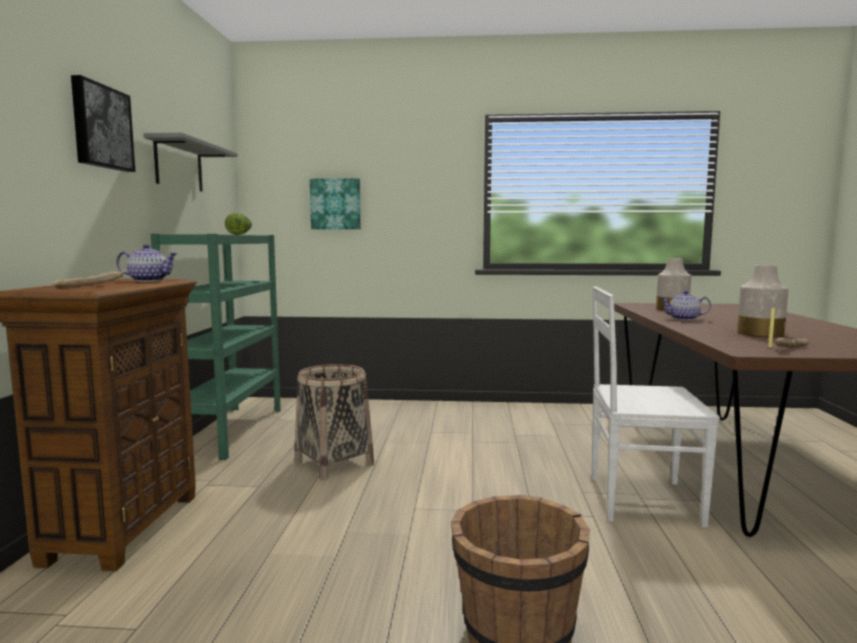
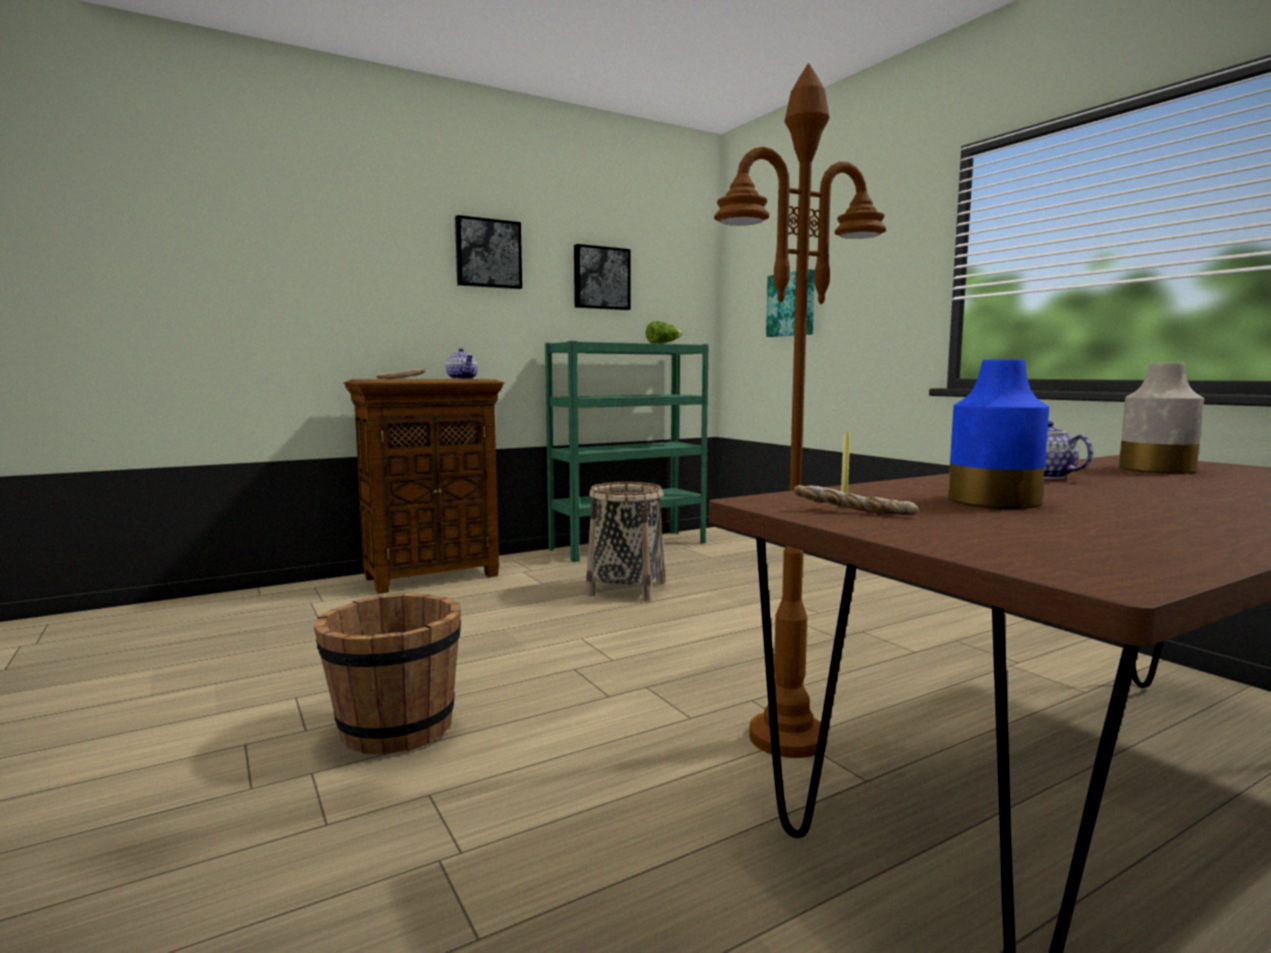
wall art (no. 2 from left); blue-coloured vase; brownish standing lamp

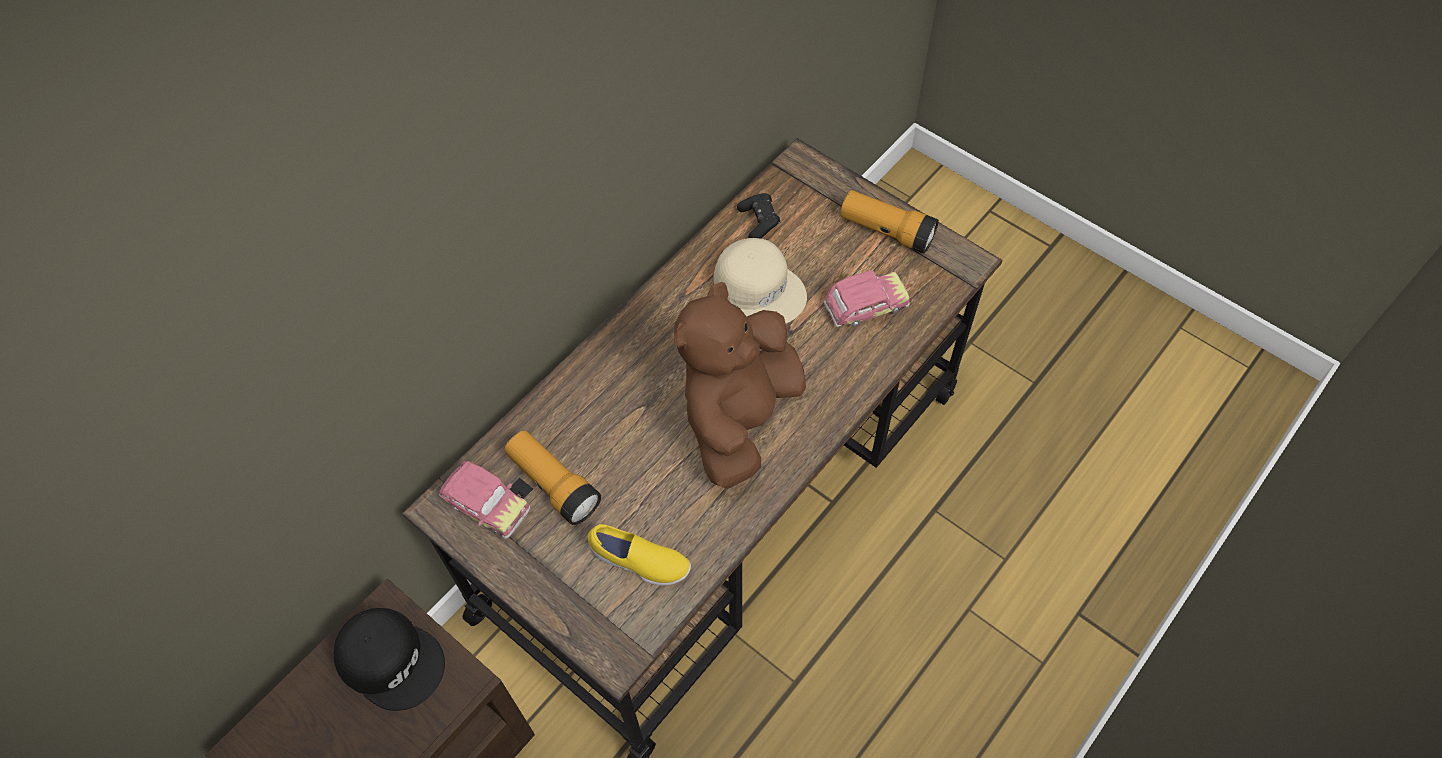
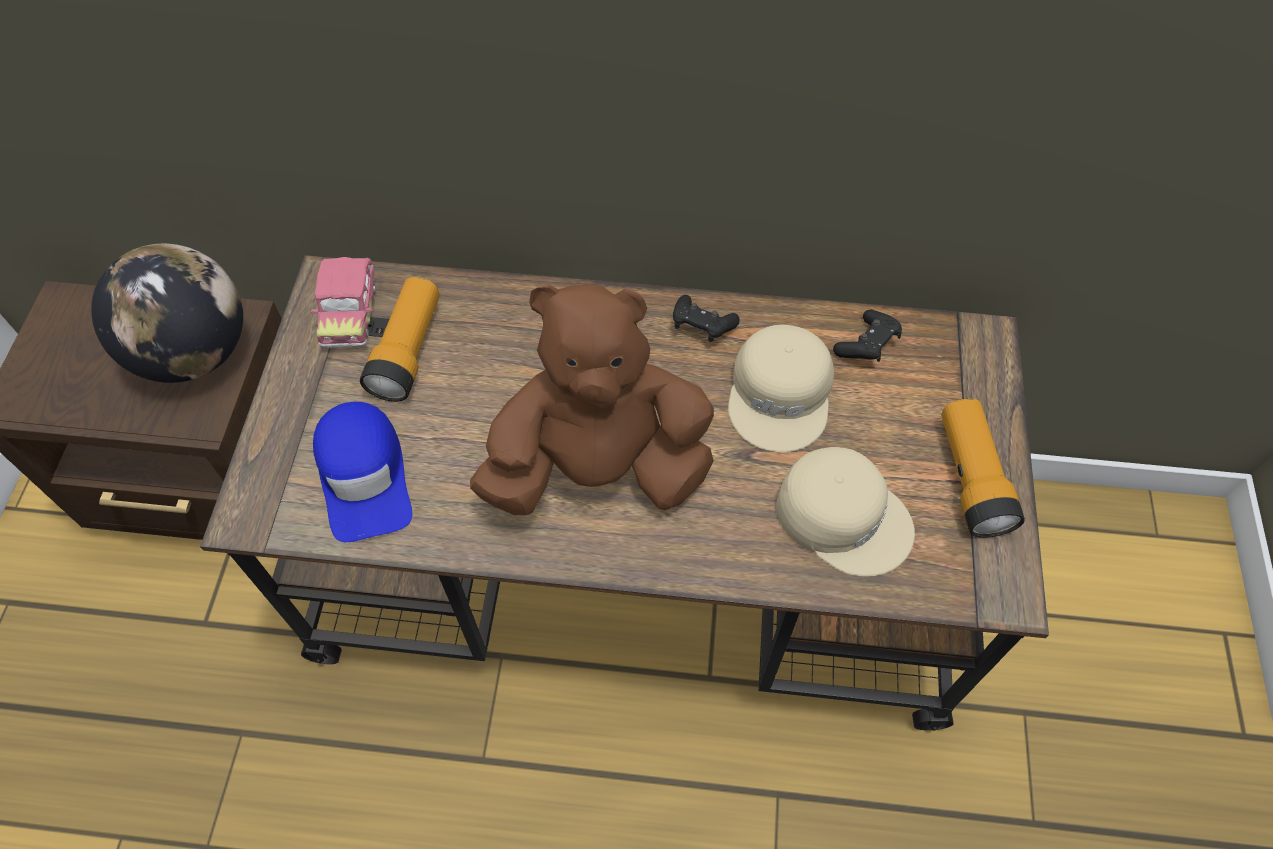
beige peaked cap (no. 2 from left); blue-coloured peaked cap; globe; blackish joypad (no. 1 from left)

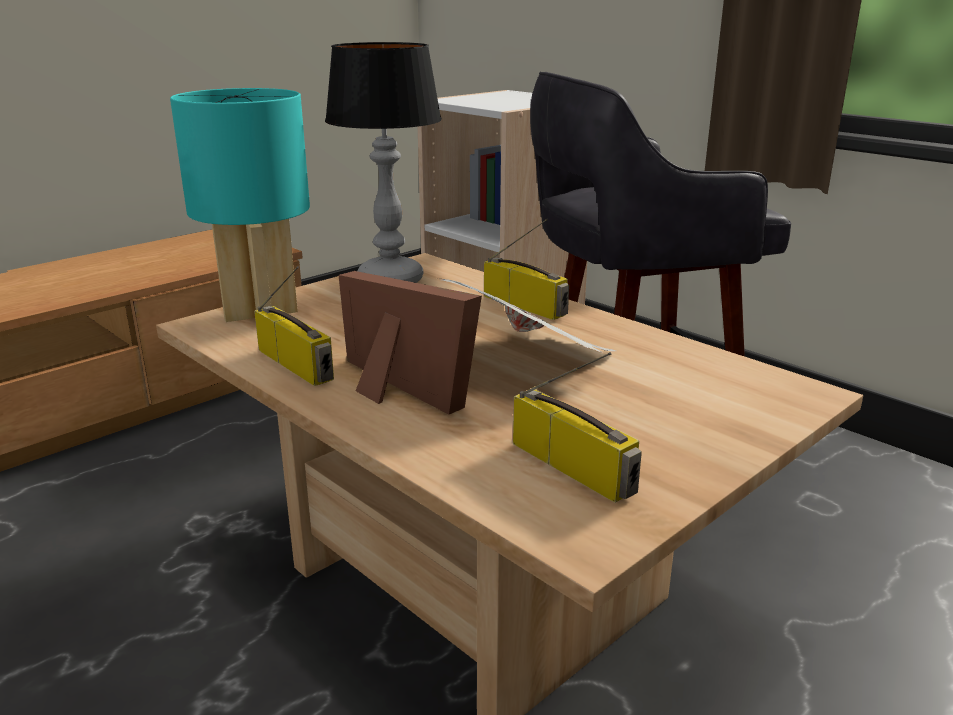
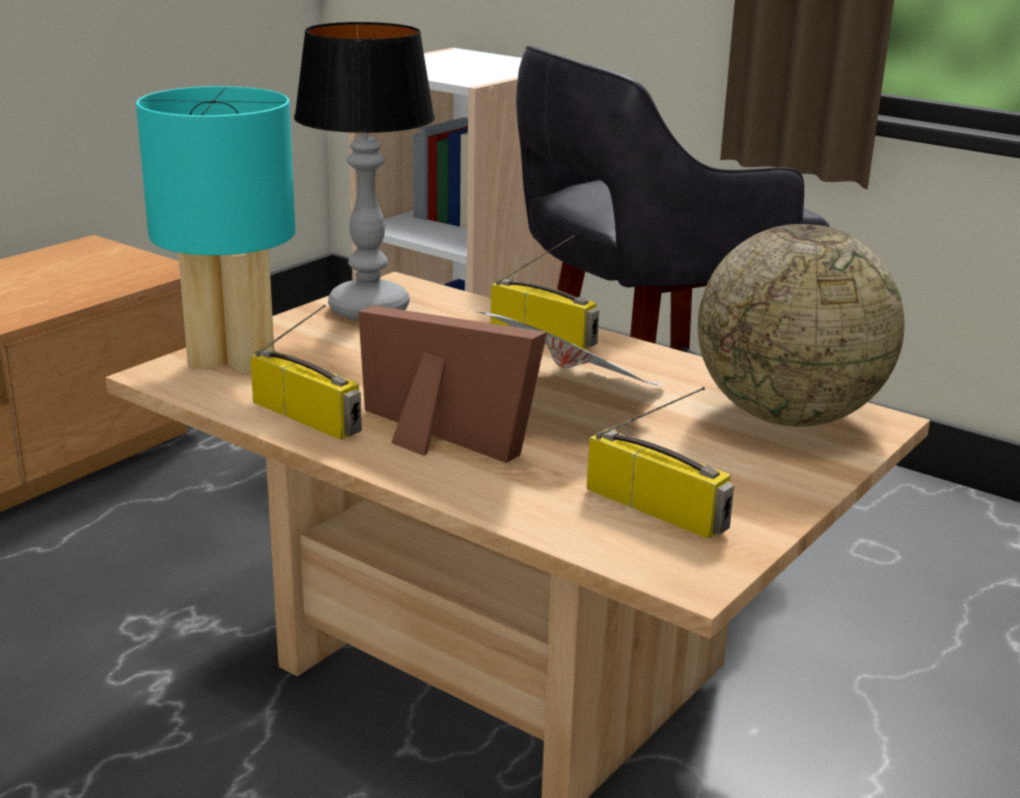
globe

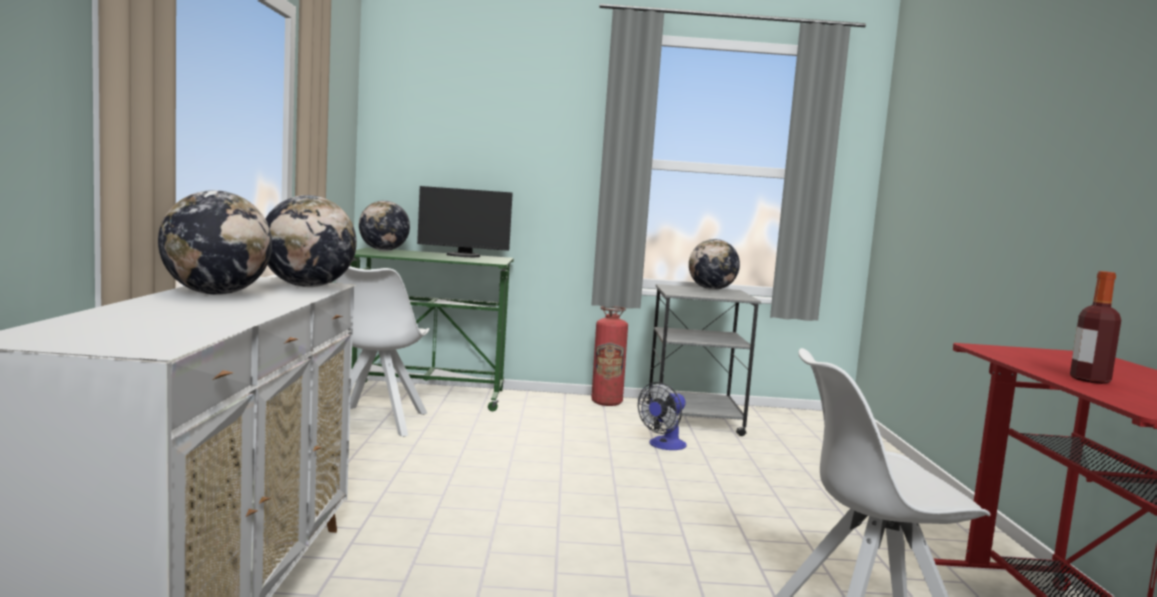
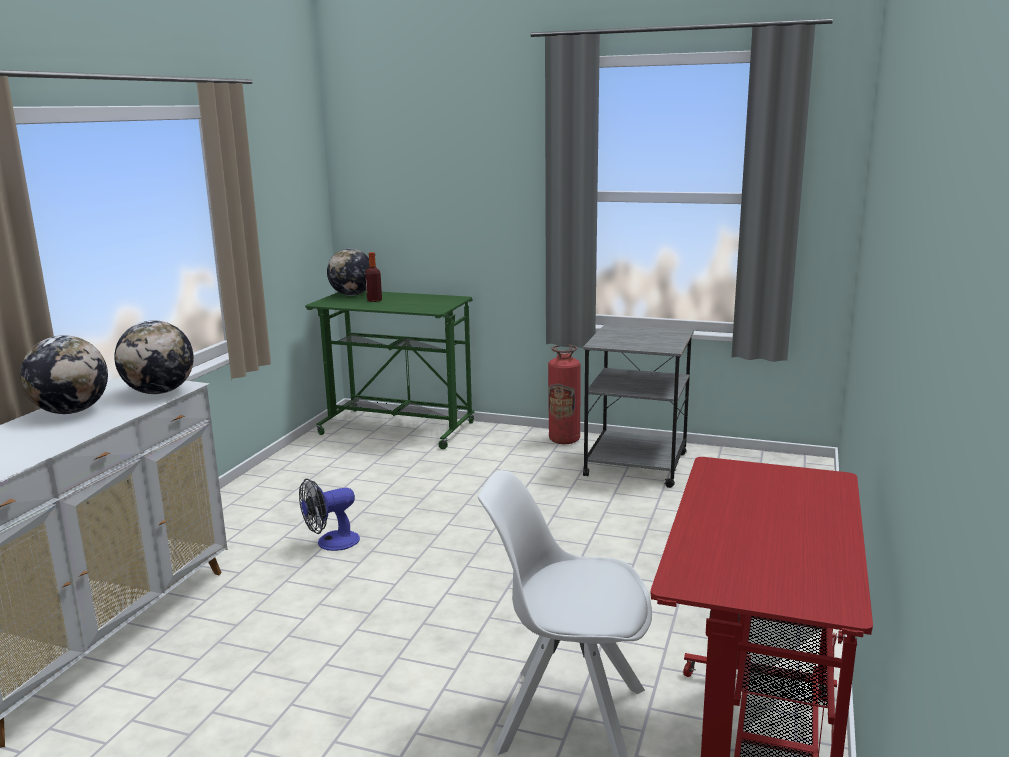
monitor; globe (no. 4 from left in the first image); white-coloured plain chair (no. 1 from left in the first image); beverage bottle; electric fan

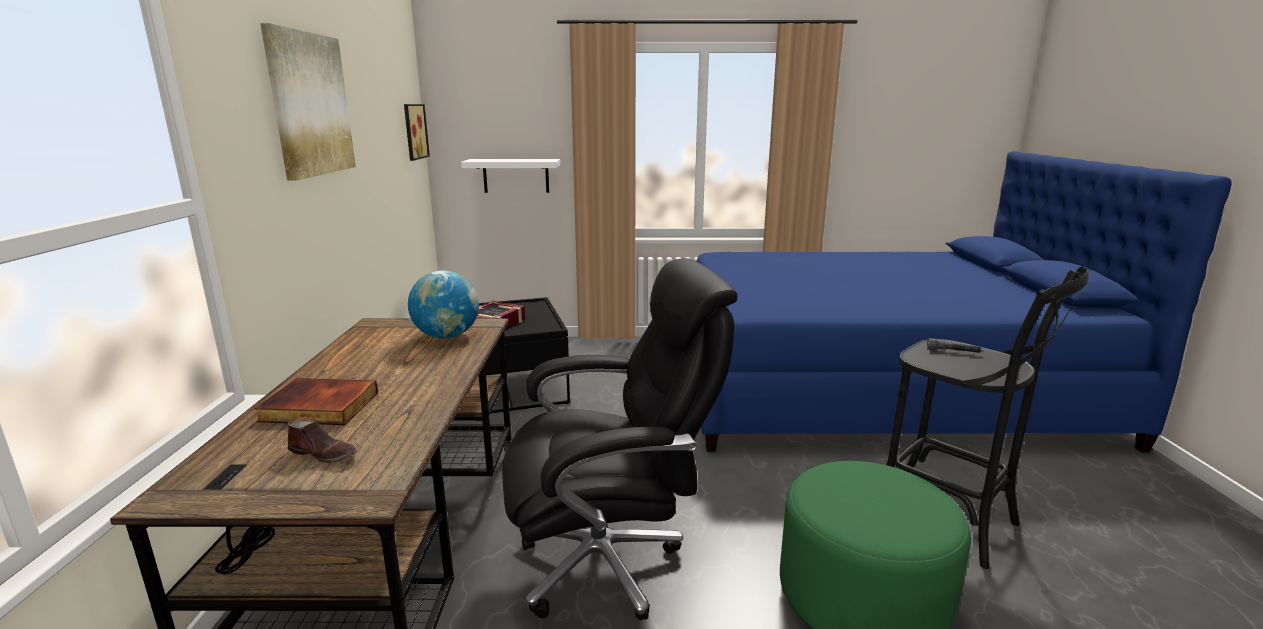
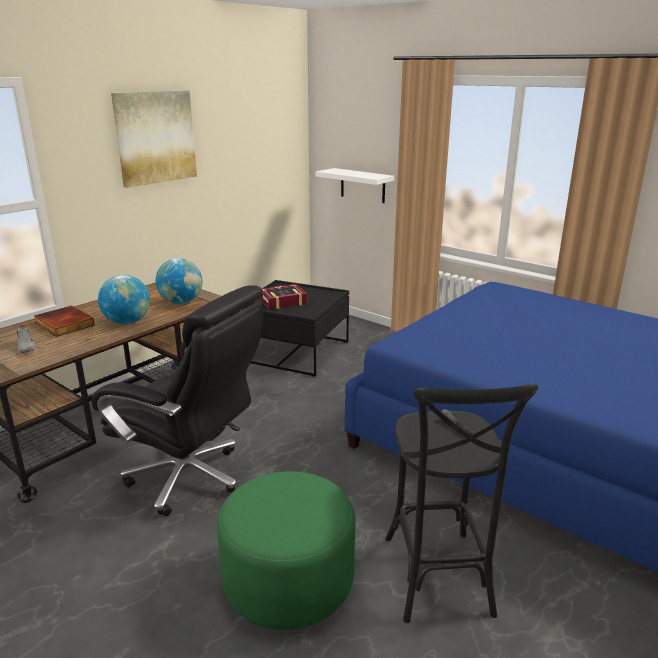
wall art (no. 2 from left in the first image); greyish low shoe; globe (no. 1 from left)

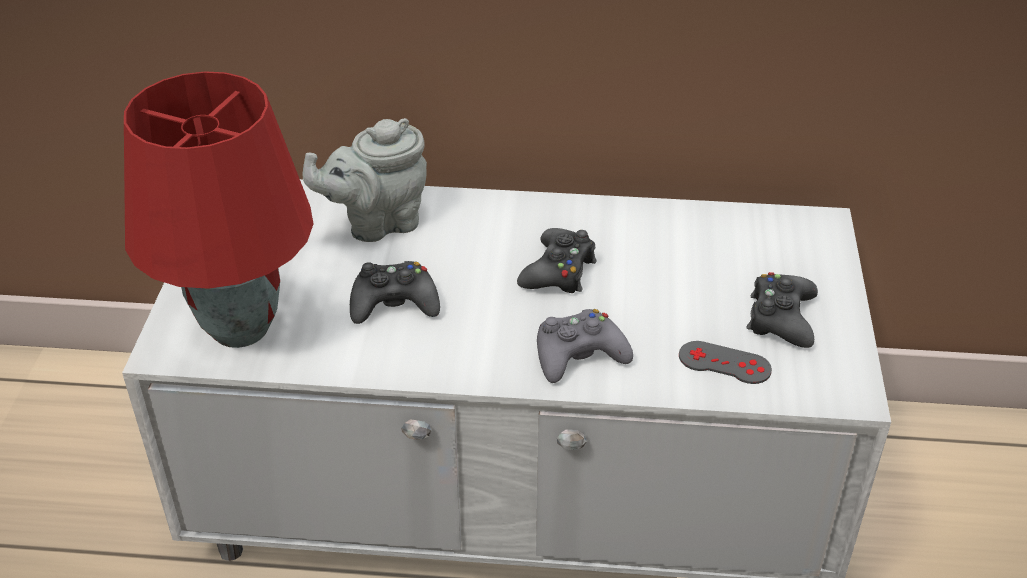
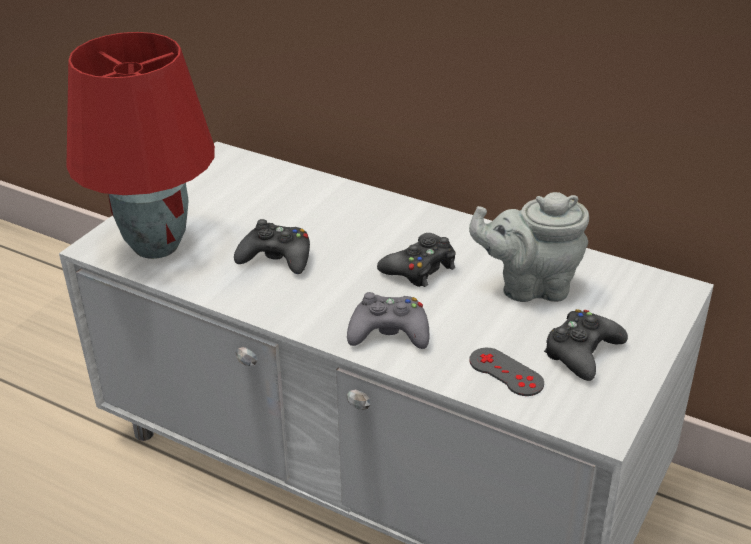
greyish teapot

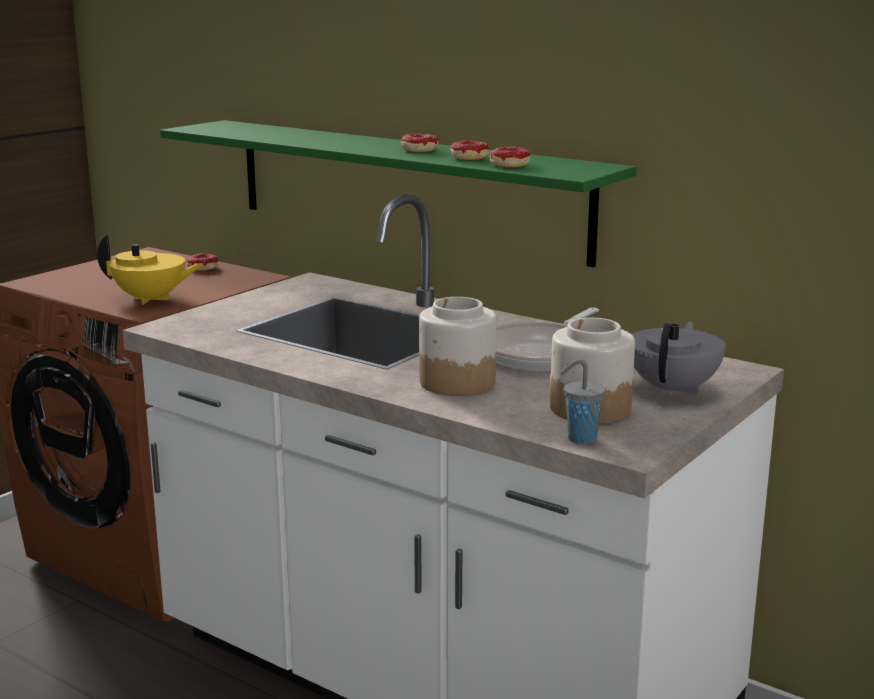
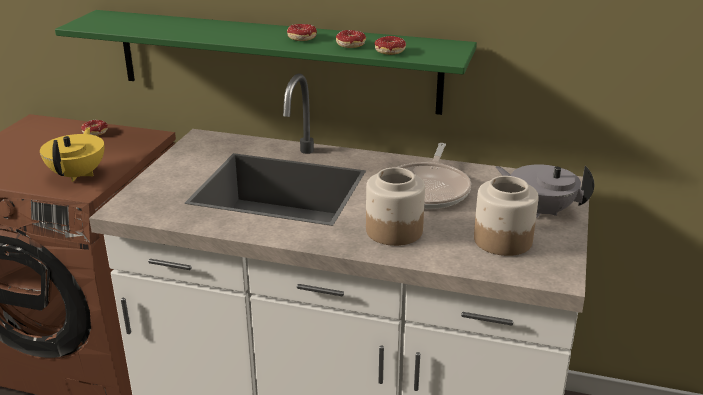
yellowish teapot; greyish teapot; greyish small cup

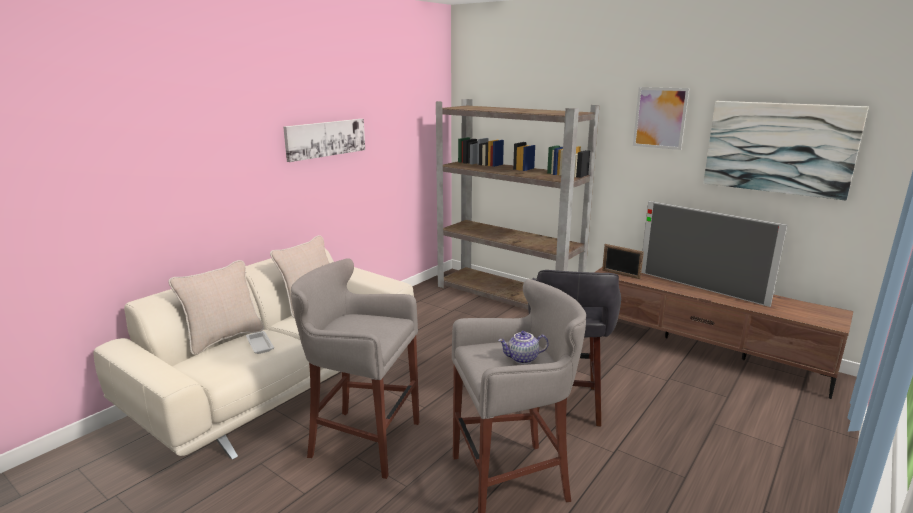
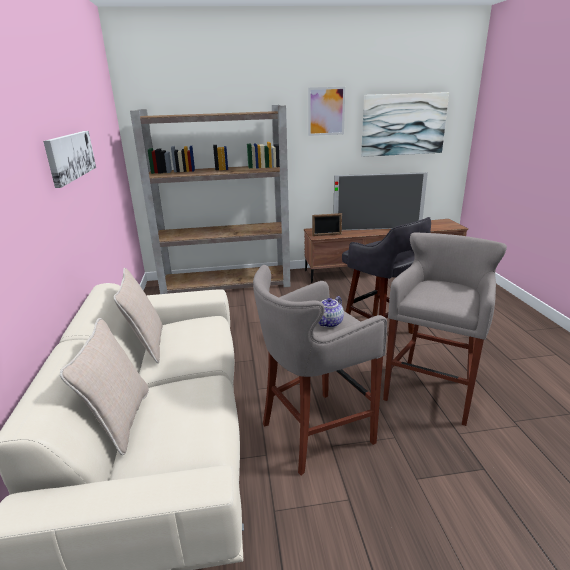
white-coloured serving tray; teapot

